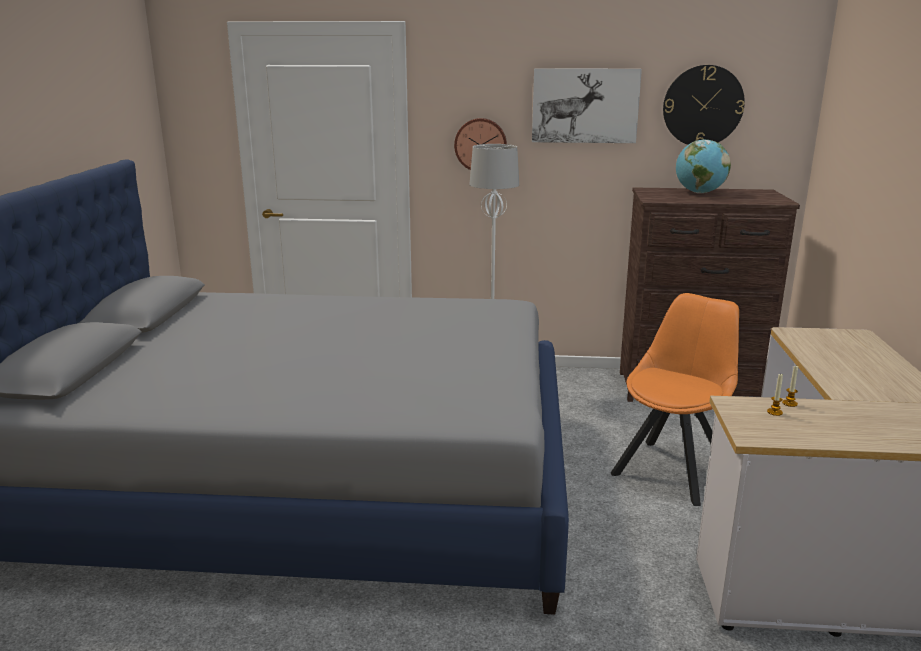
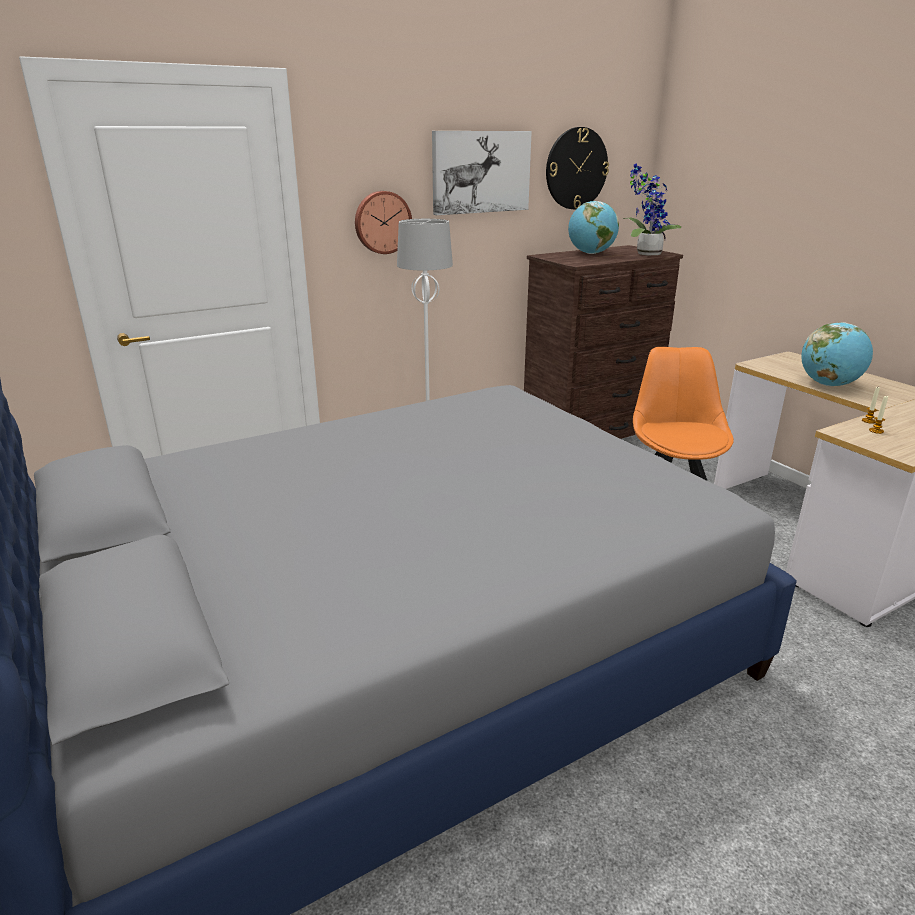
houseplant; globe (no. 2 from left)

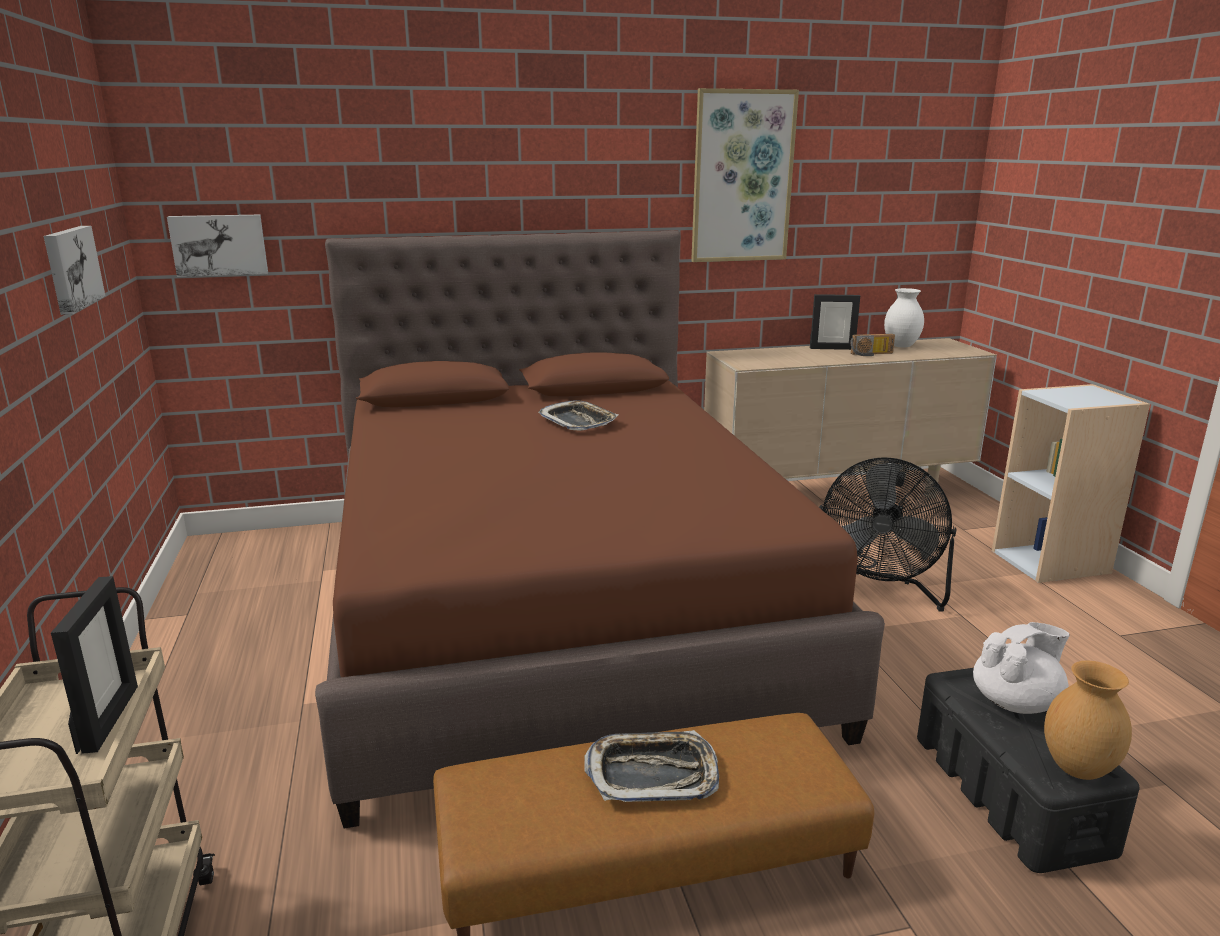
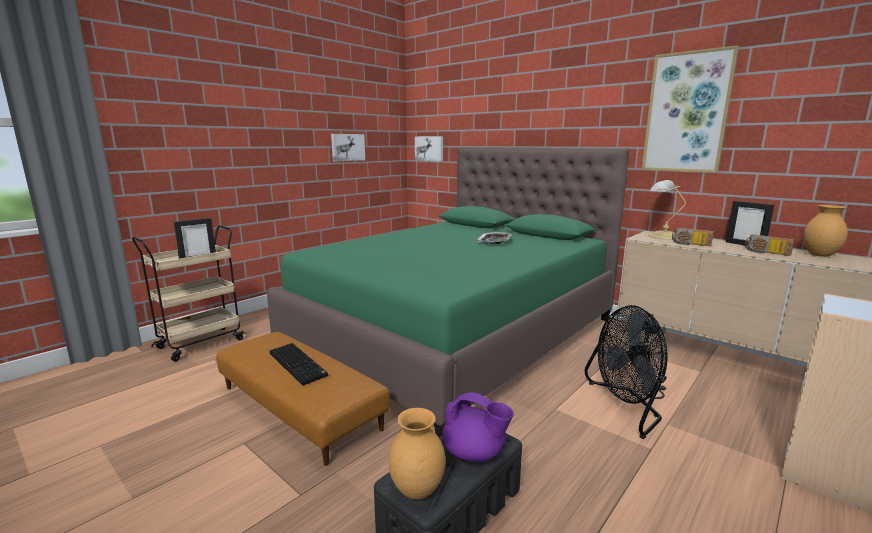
greenish bedroom bed; brownish vase (no. 2 from left); purple-coloured teapot; keyboard; tabletop lamp; radio set (no. 1 from left)

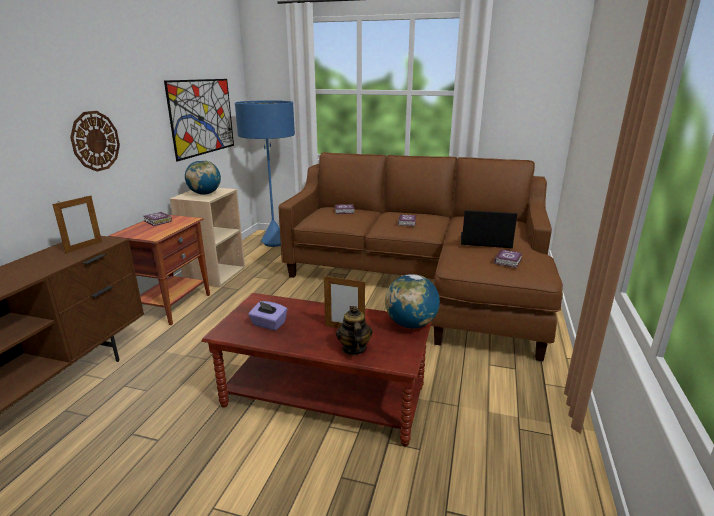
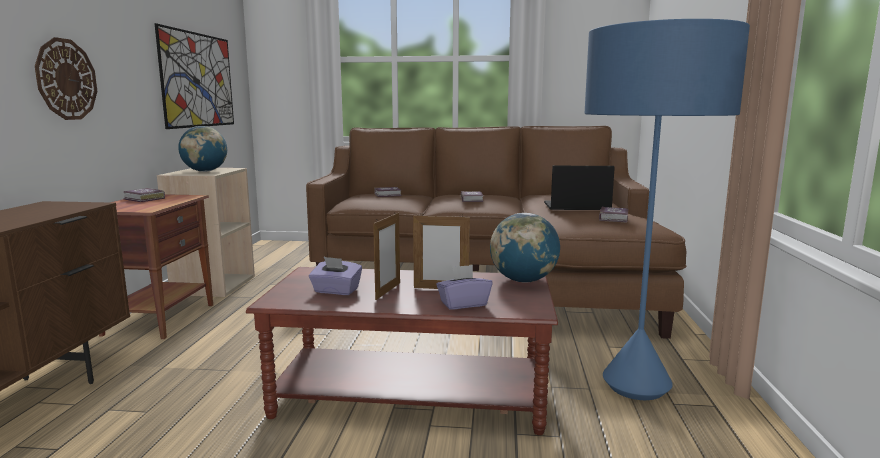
blue-coloured standing lamp; standing frame (no. 1 from left); purple-coloured tissue box (no. 2 from left)

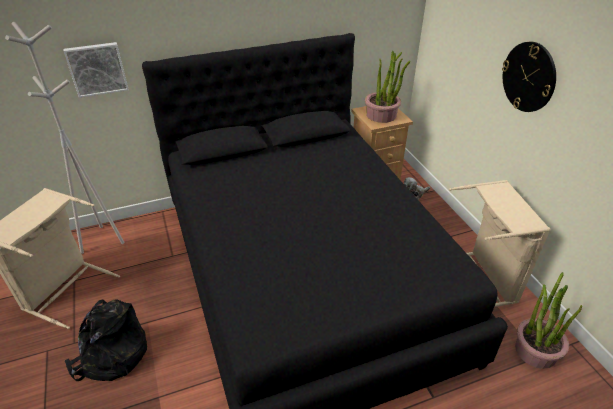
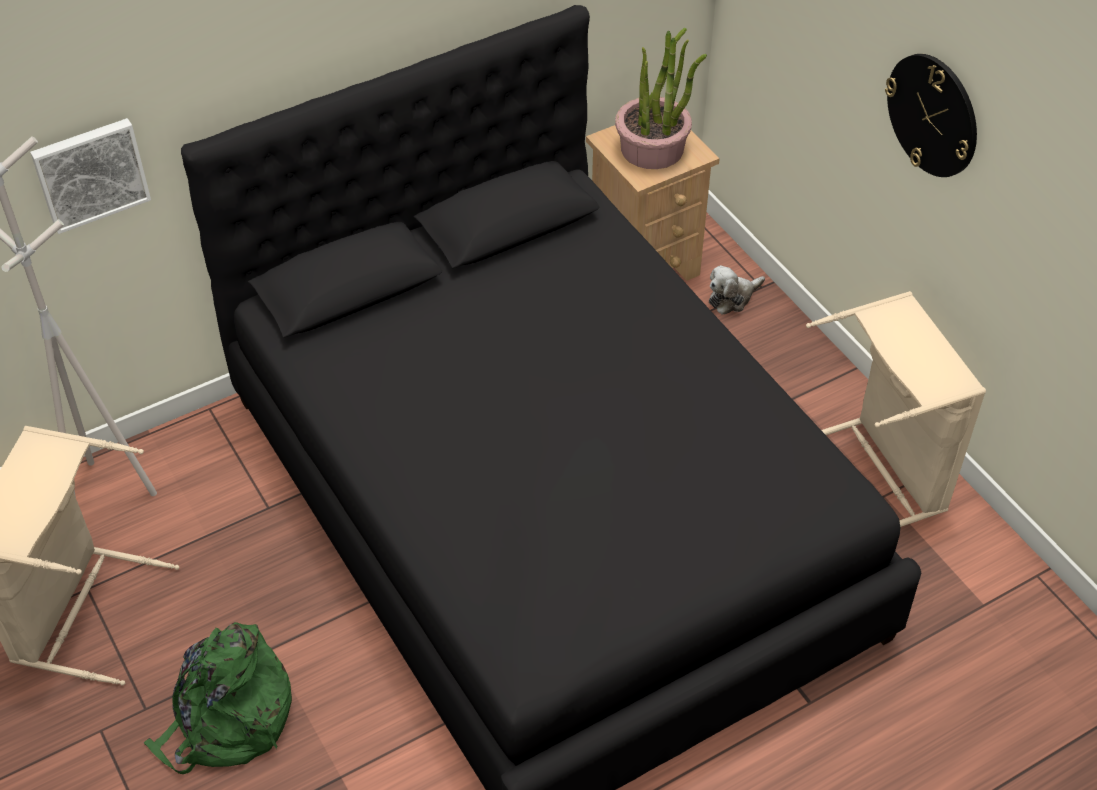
houseplant (no. 2 from left in the first image); greenish rucksack

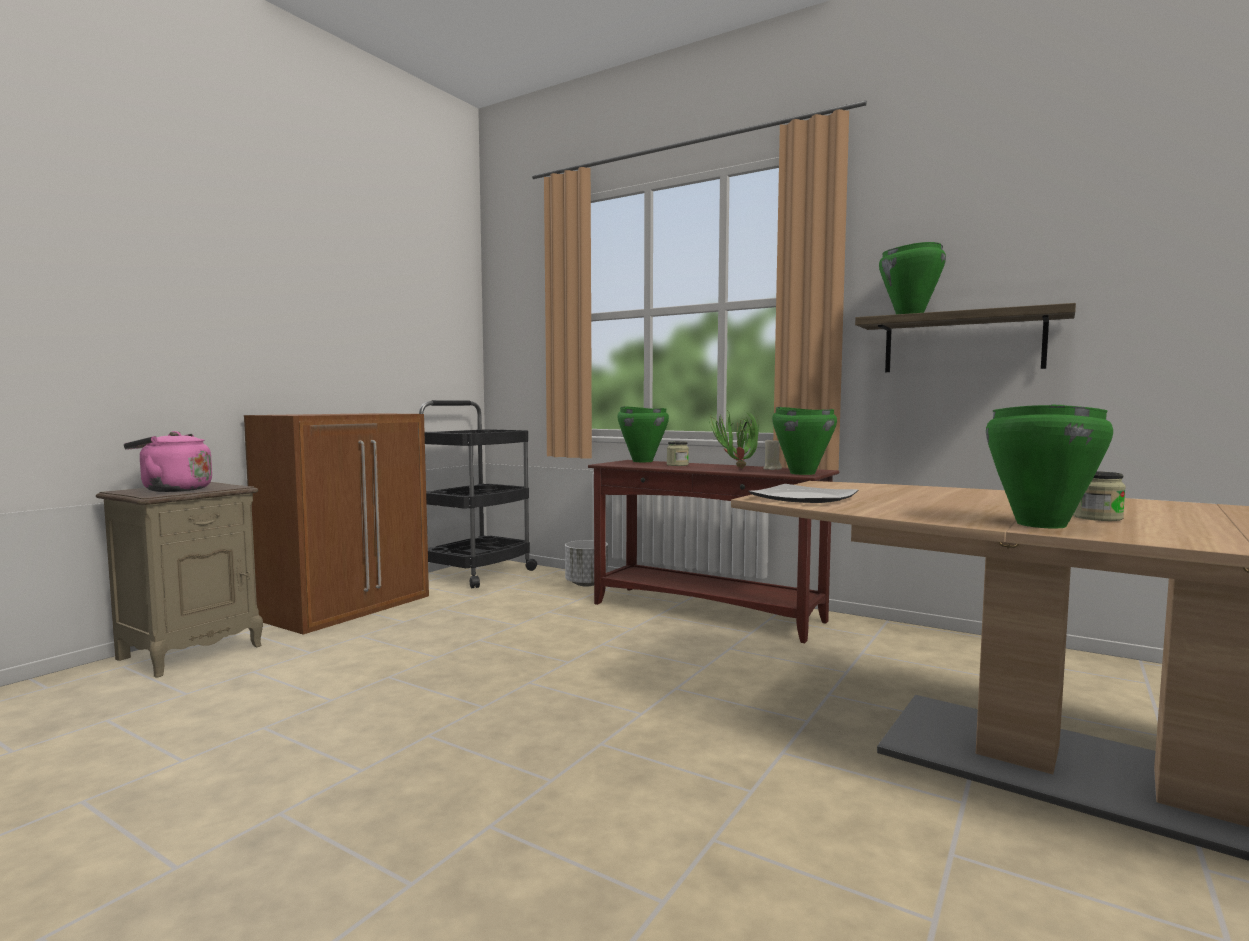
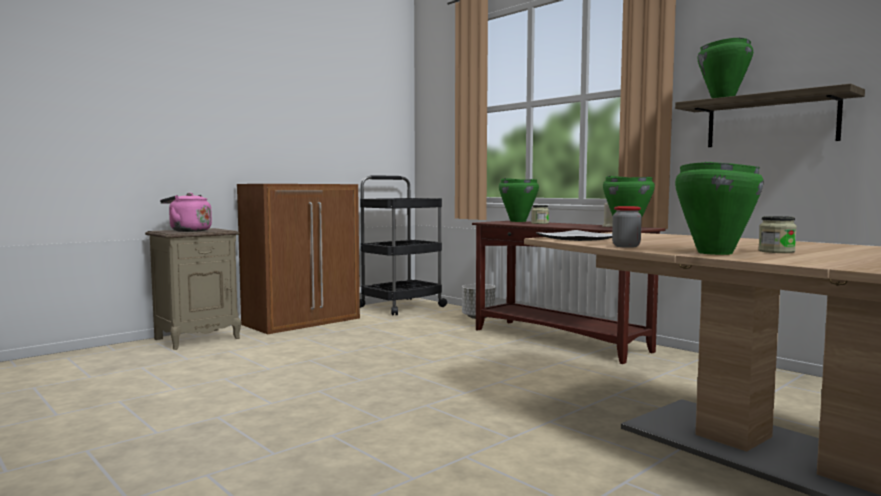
houseplant; jar (no. 2 from left)

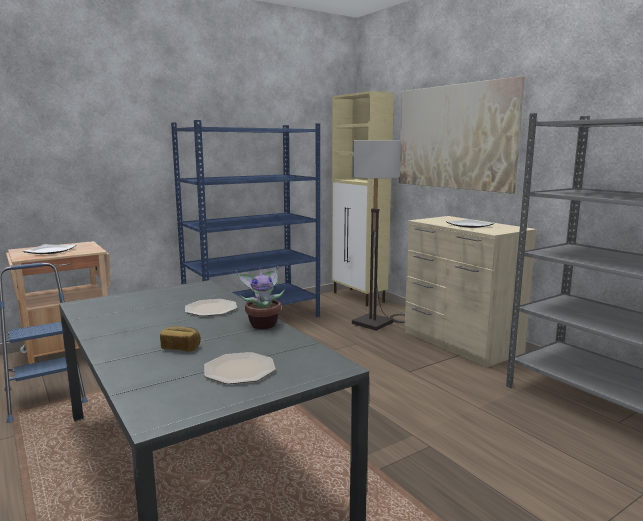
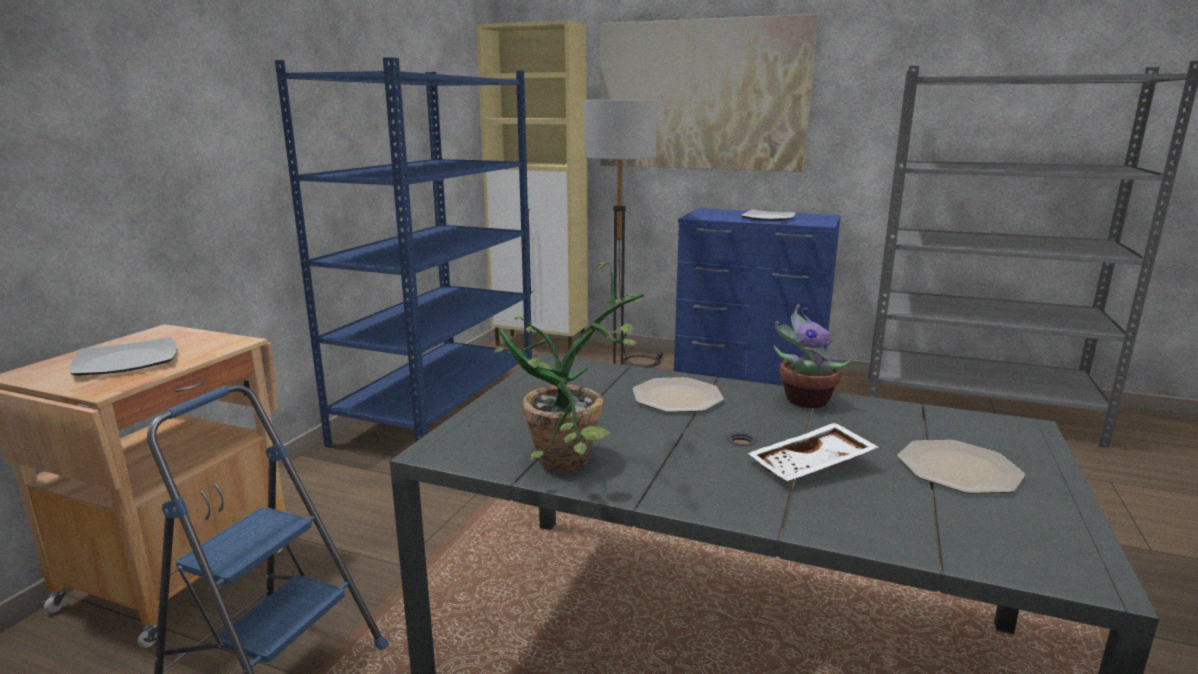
blue-coloured chest of drawers; white-coloured serving tray; houseplant (no. 1 from left)

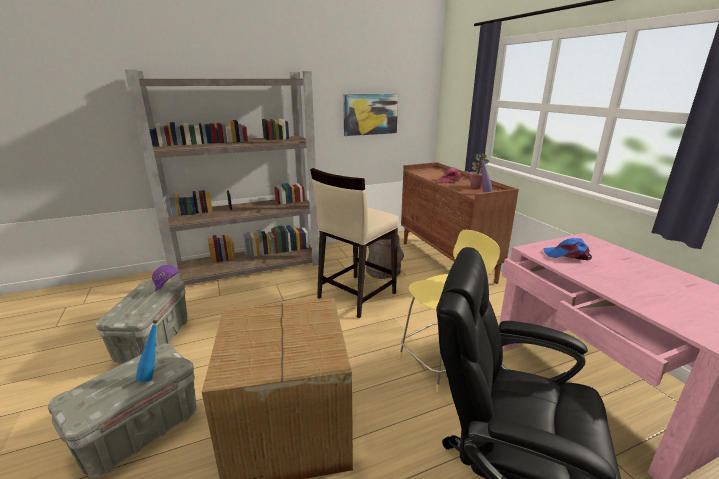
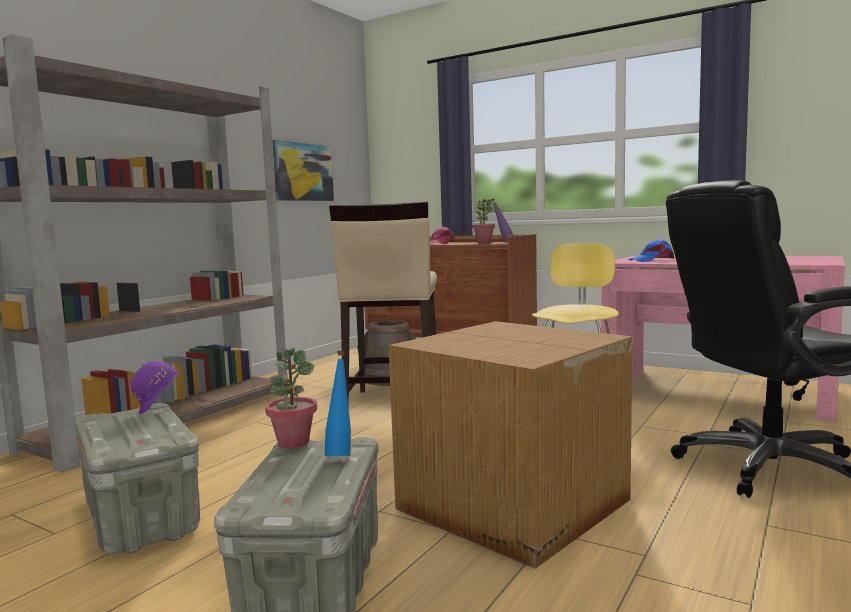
houseplant (no. 1 from left)

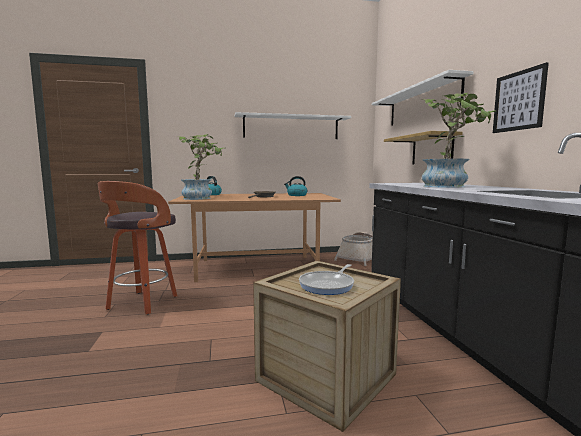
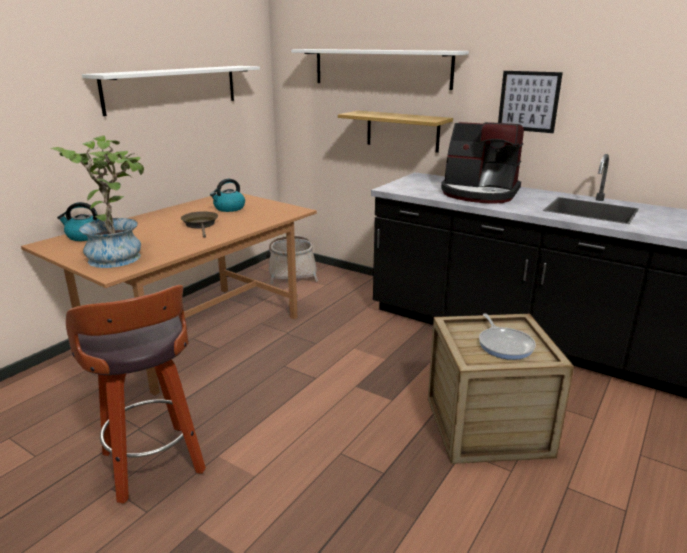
coffee machine

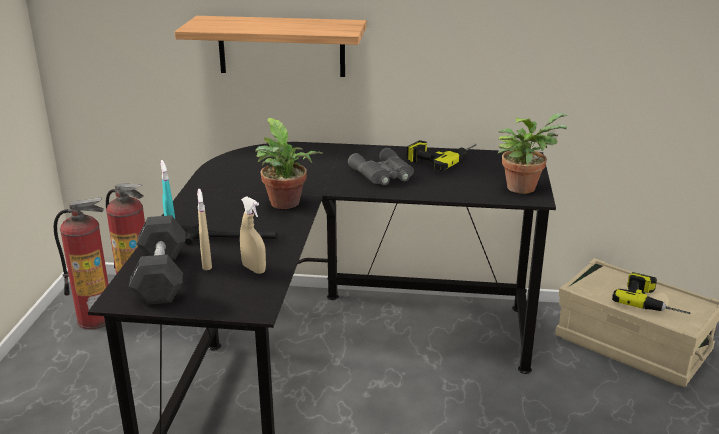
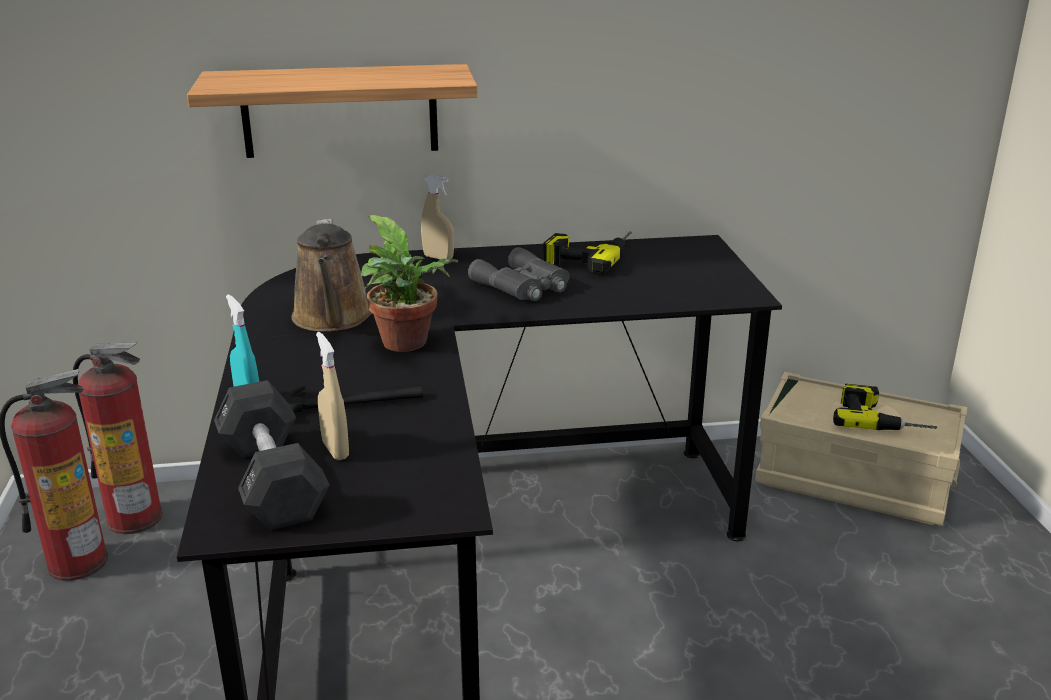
houseplant (no. 2 from left in the first image); beige sprayer (no. 2 from left); brownish watering pot

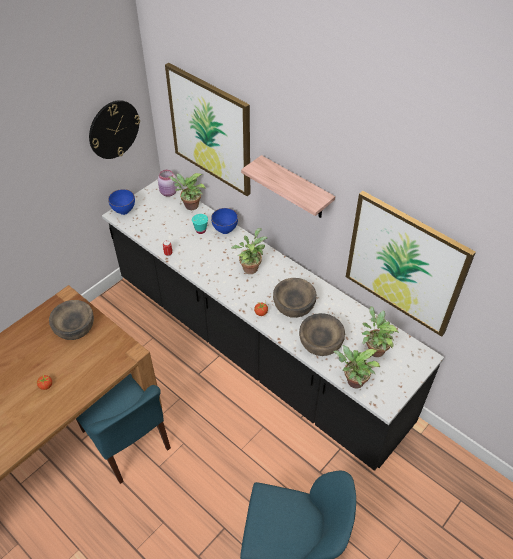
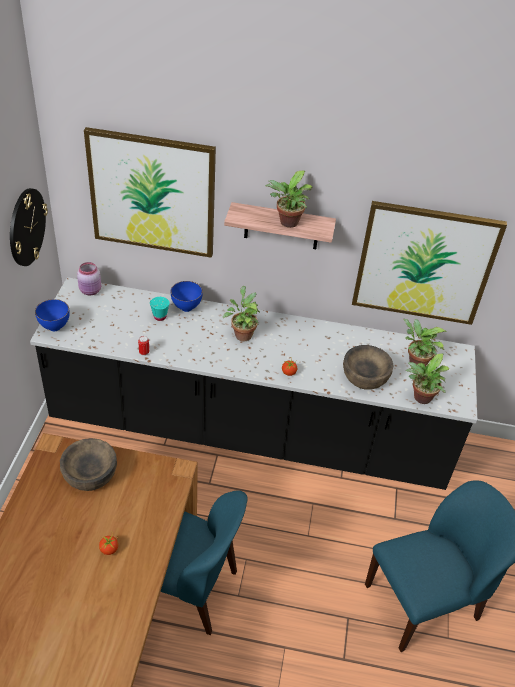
houseplant (no. 2 from left); brownish bowl (no. 2 from left in the first image)

